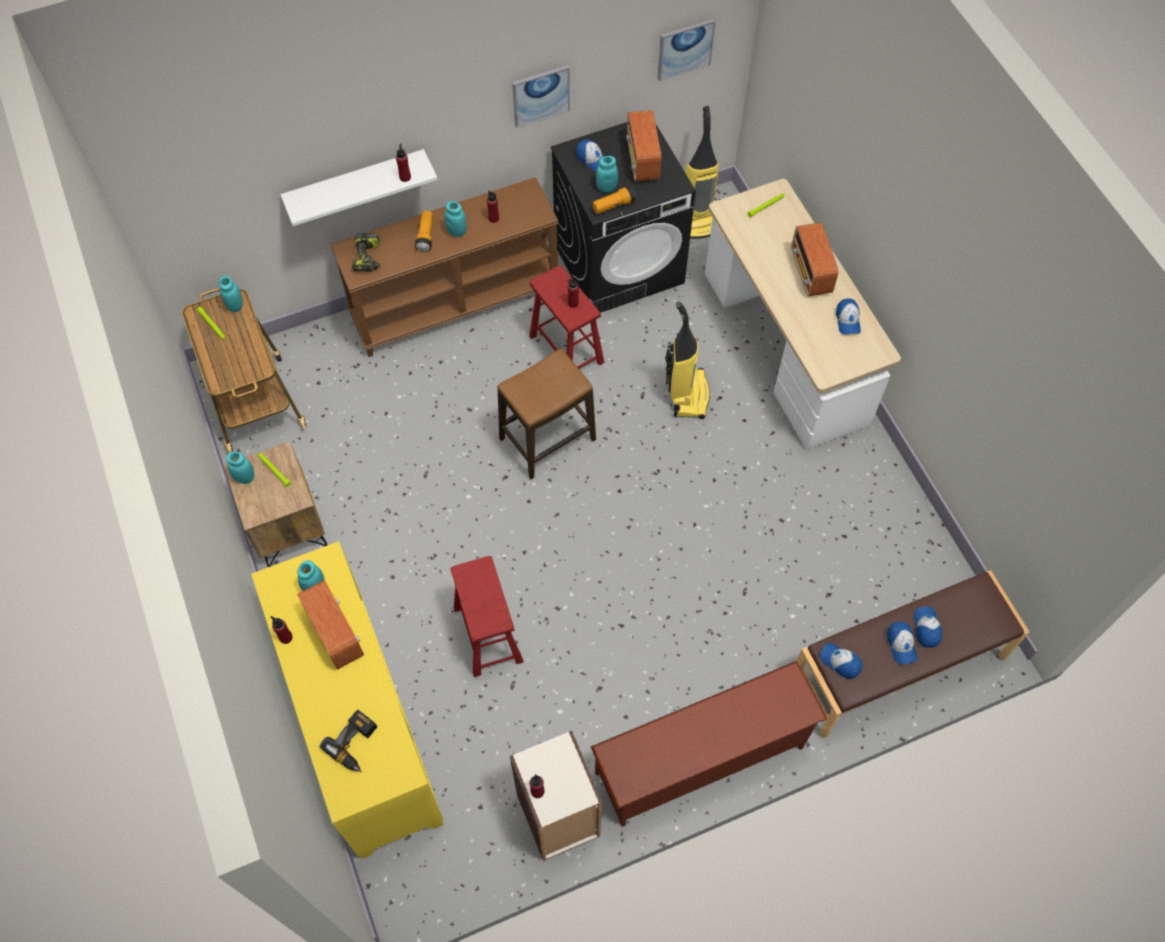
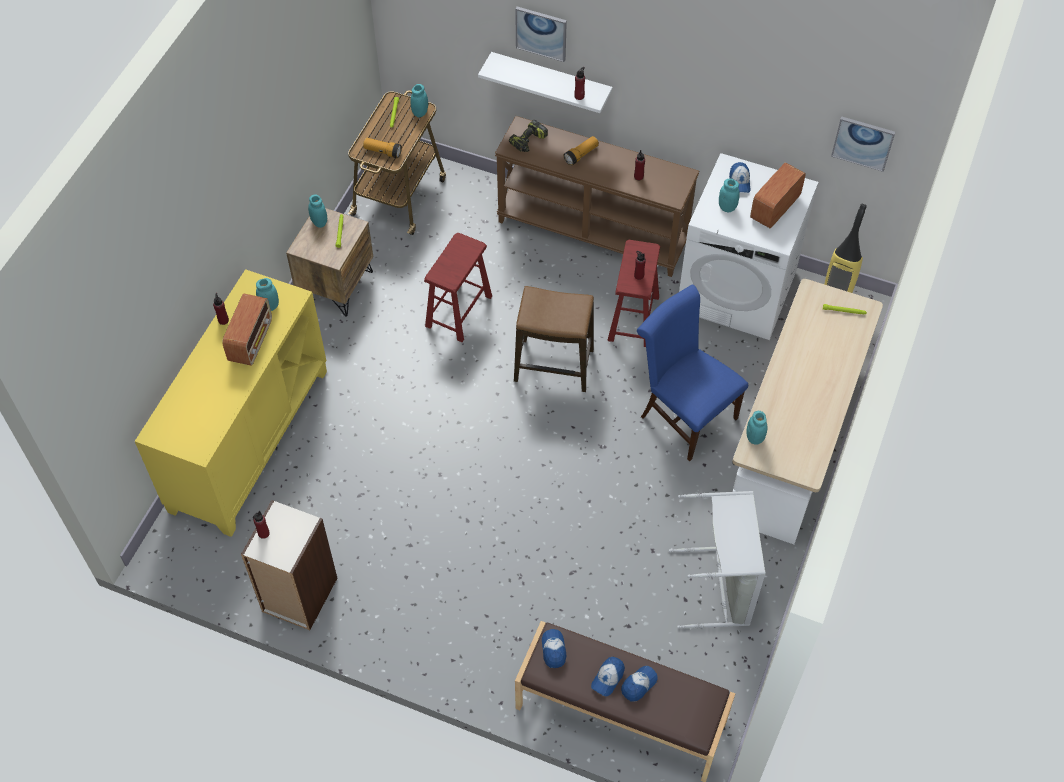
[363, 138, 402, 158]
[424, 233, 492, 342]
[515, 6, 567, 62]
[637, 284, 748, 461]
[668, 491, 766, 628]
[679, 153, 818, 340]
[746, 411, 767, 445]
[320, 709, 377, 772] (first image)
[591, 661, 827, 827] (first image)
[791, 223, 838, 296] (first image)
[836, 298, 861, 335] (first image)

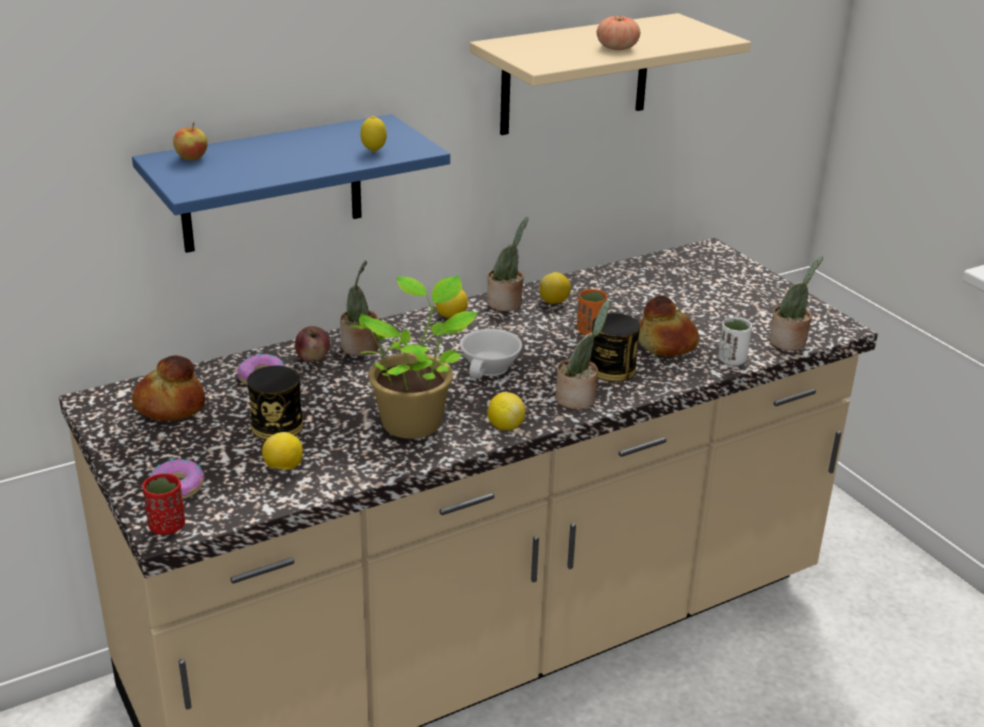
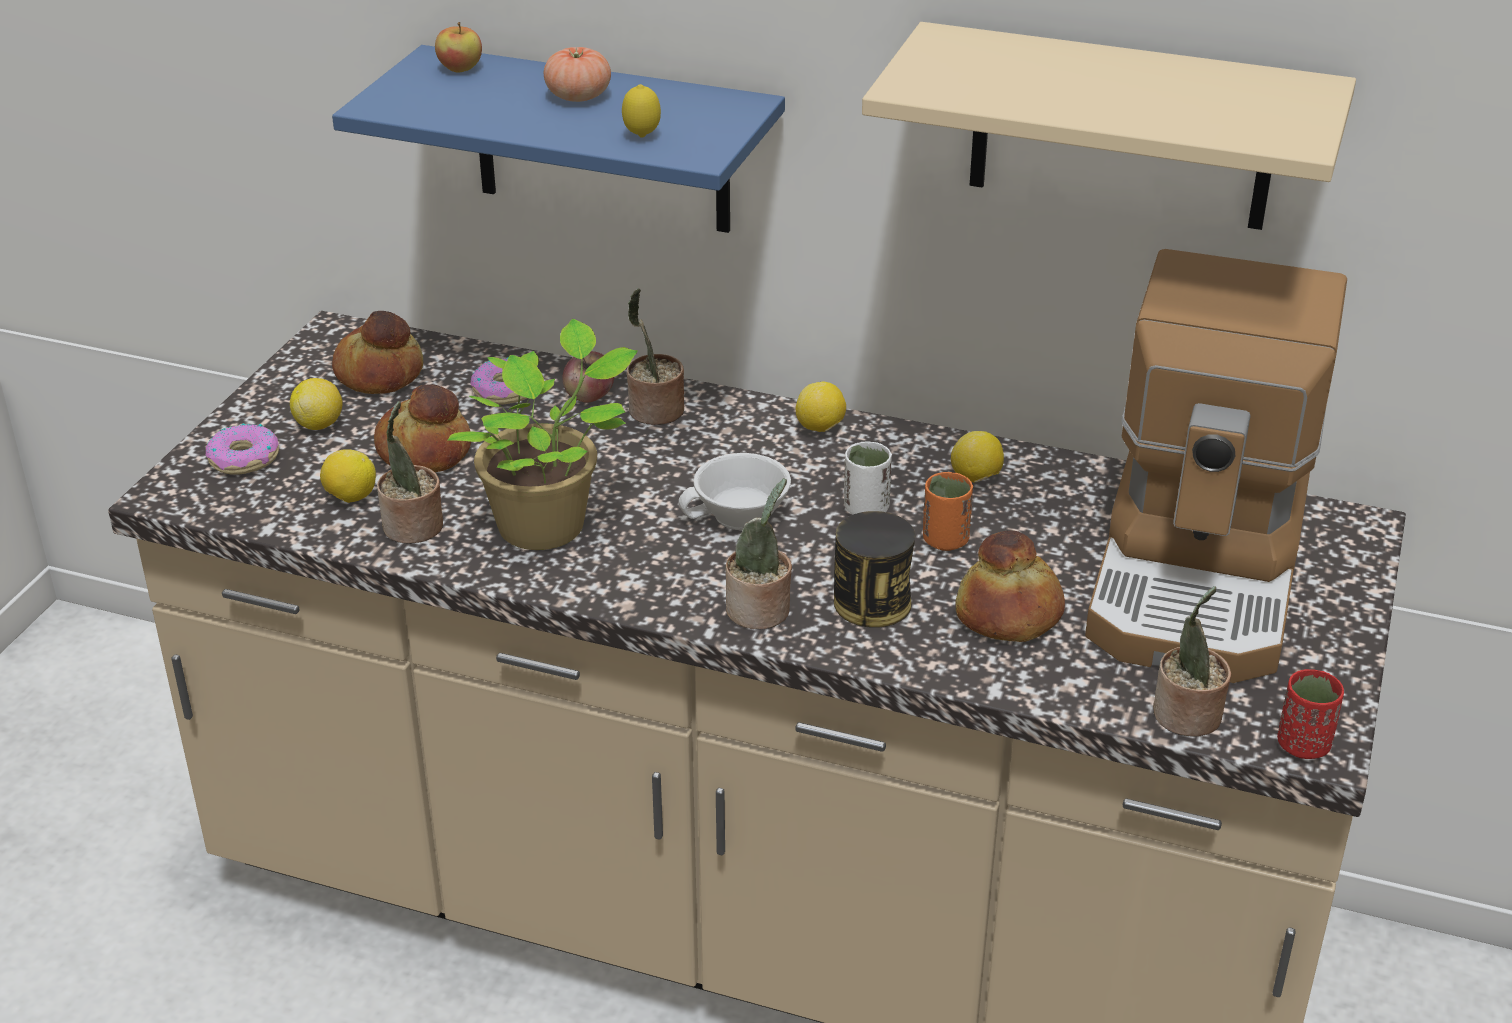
[290, 378, 343, 430]
[374, 384, 471, 472]
[377, 401, 443, 544]
[544, 47, 611, 102]
[844, 441, 892, 515]
[1085, 249, 1347, 683]
[1277, 669, 1344, 759]

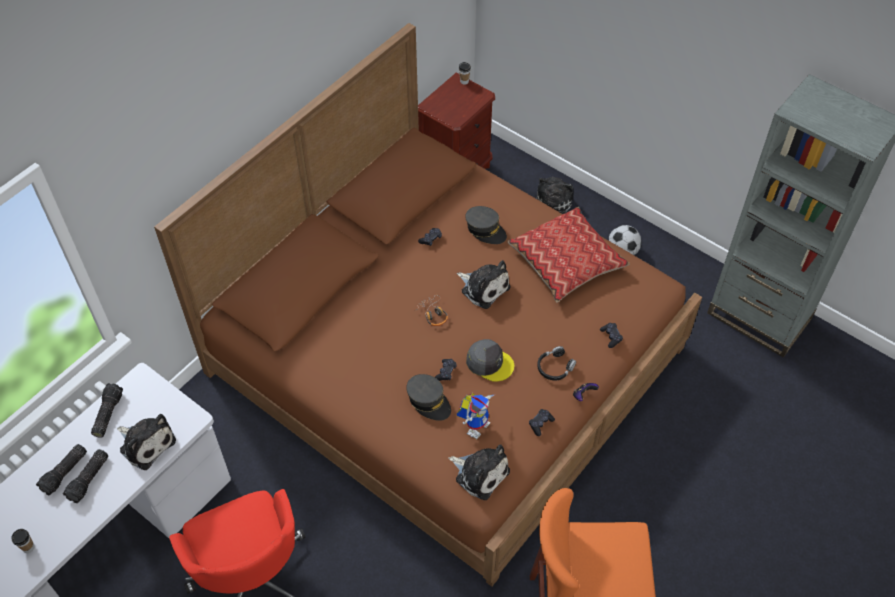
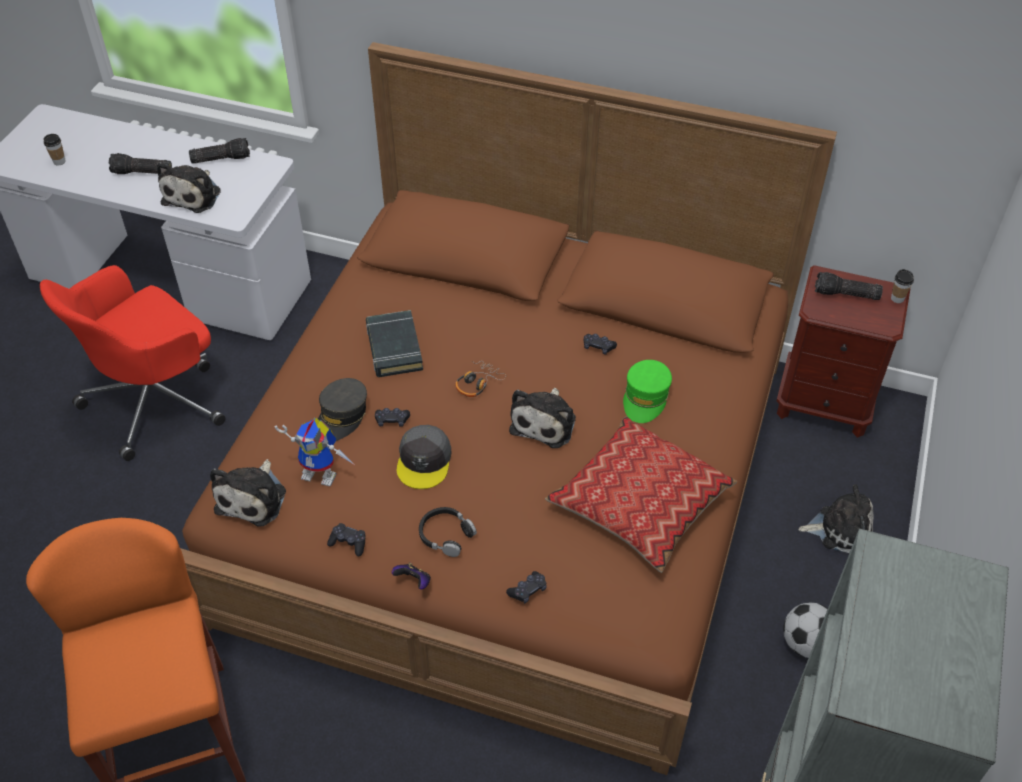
[366, 310, 423, 377]
[623, 360, 672, 423]
[815, 272, 883, 300]

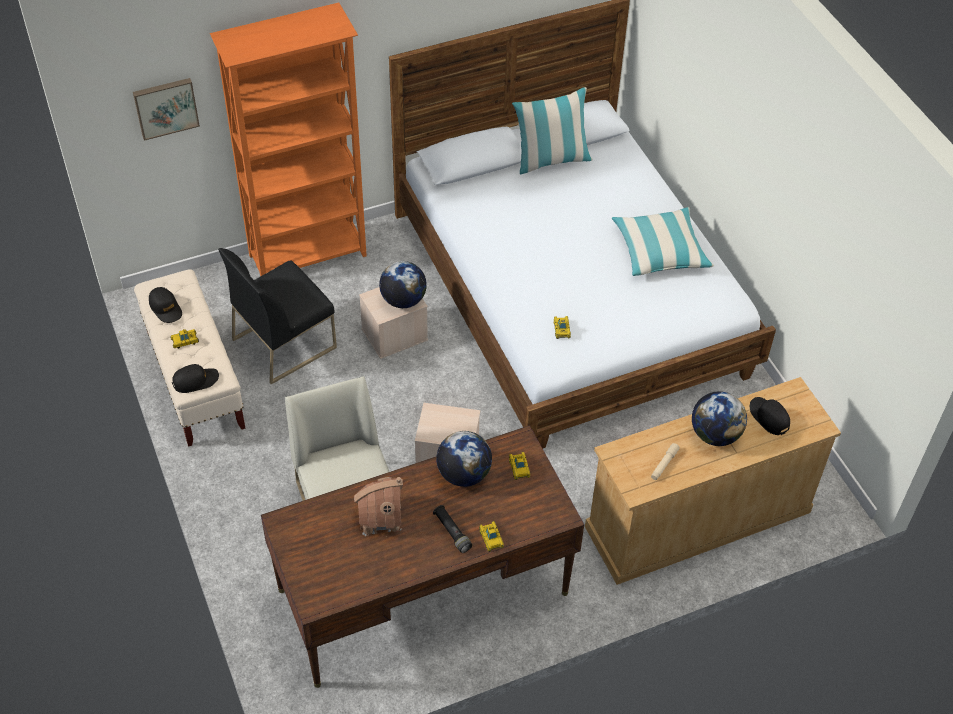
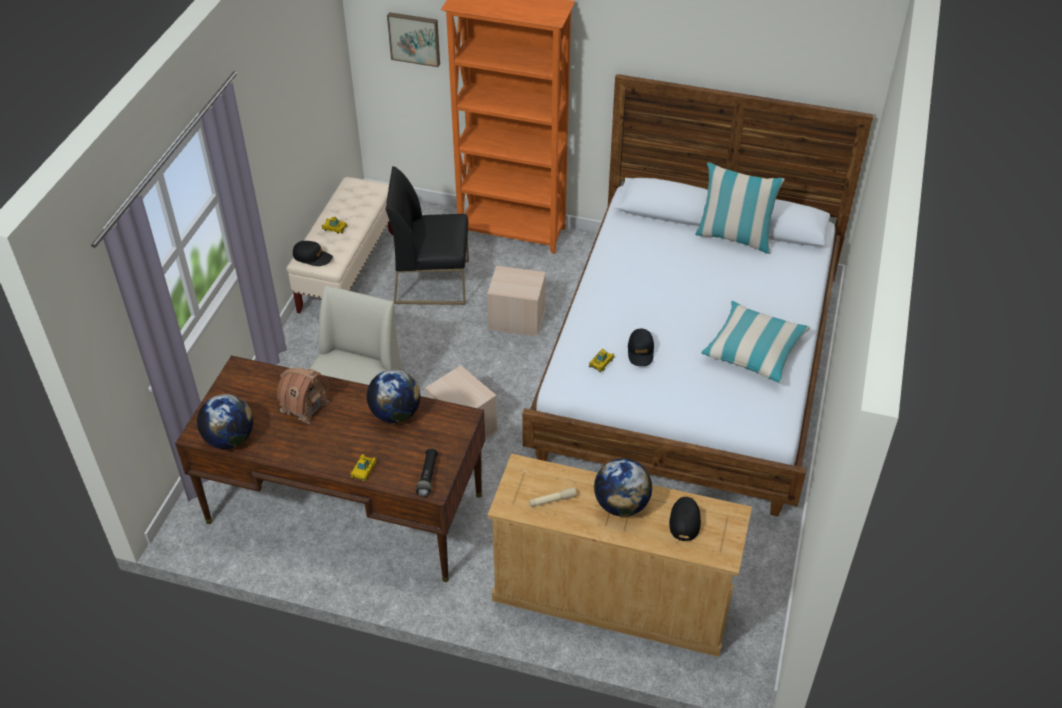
[197, 394, 253, 449]
[416, 448, 438, 497]
[628, 328, 654, 366]
[509, 452, 530, 480] (first image)

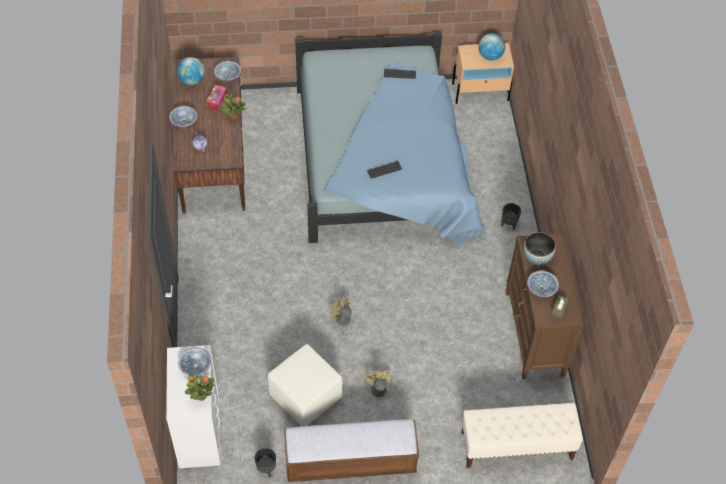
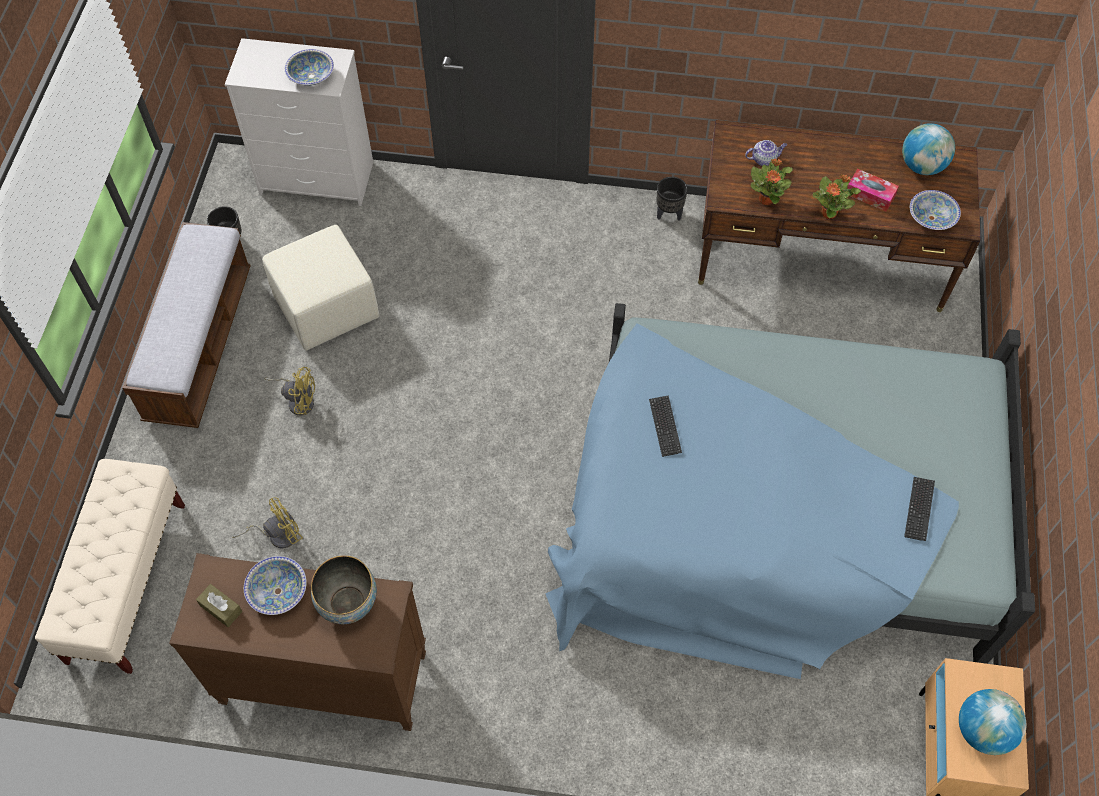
[232, 497, 303, 549]
[657, 177, 688, 221]
[750, 158, 793, 205]
[169, 106, 197, 127] (first image)

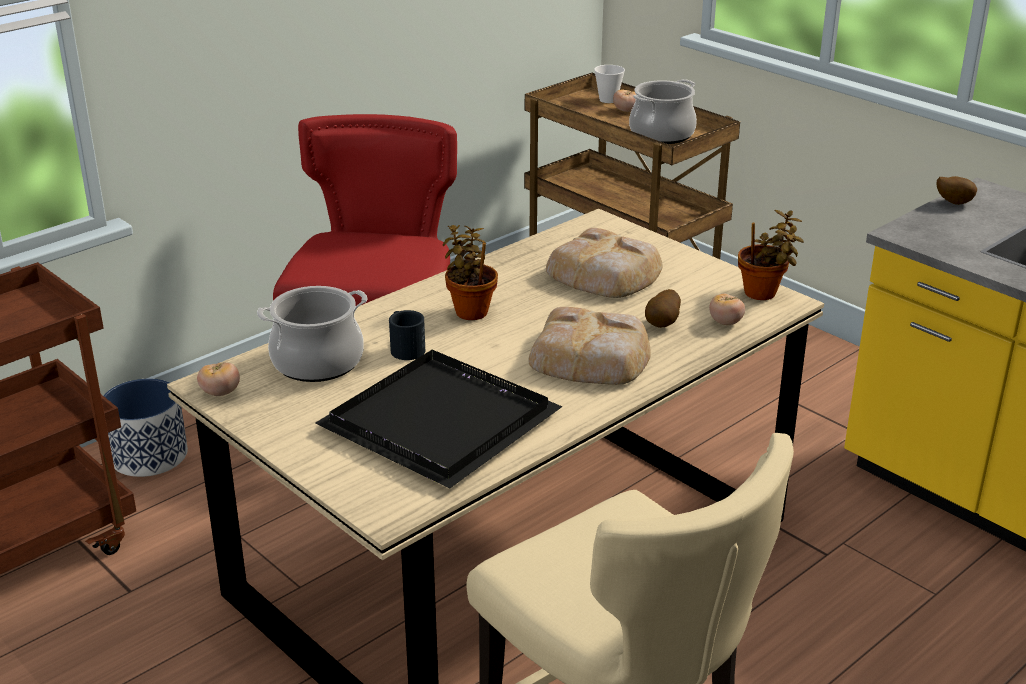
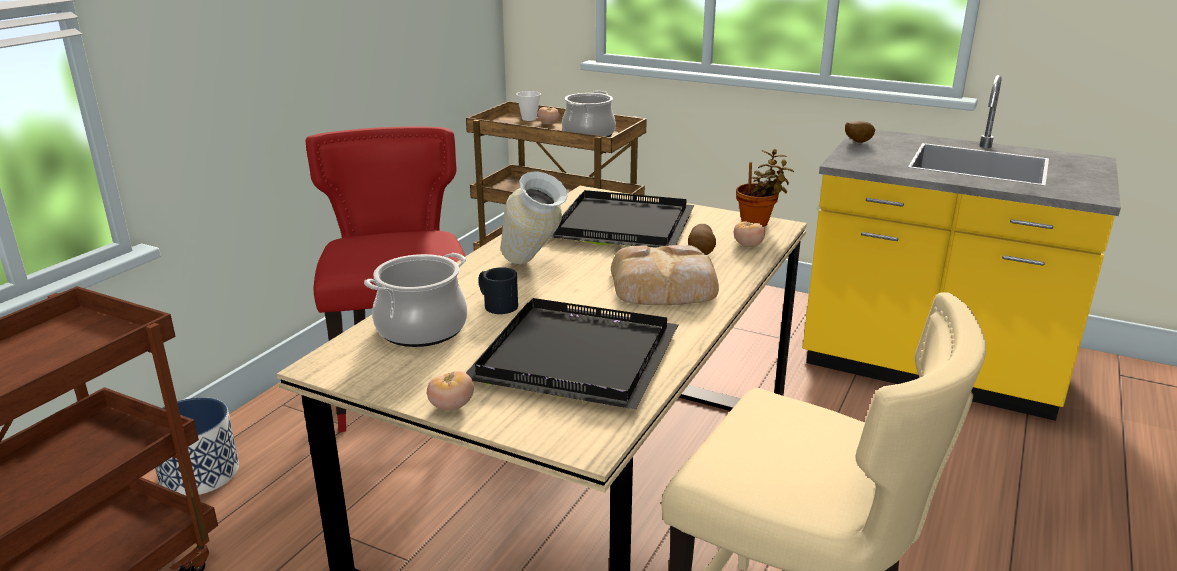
[427, 371, 474, 410]
[501, 171, 568, 264]
[551, 190, 694, 248]

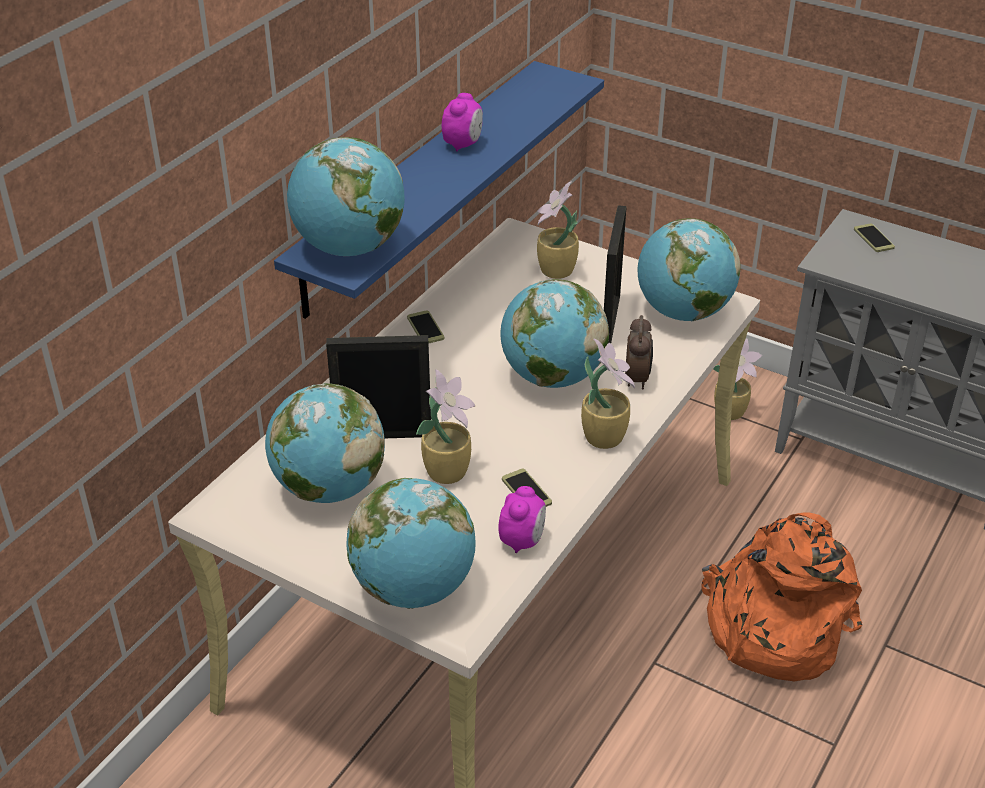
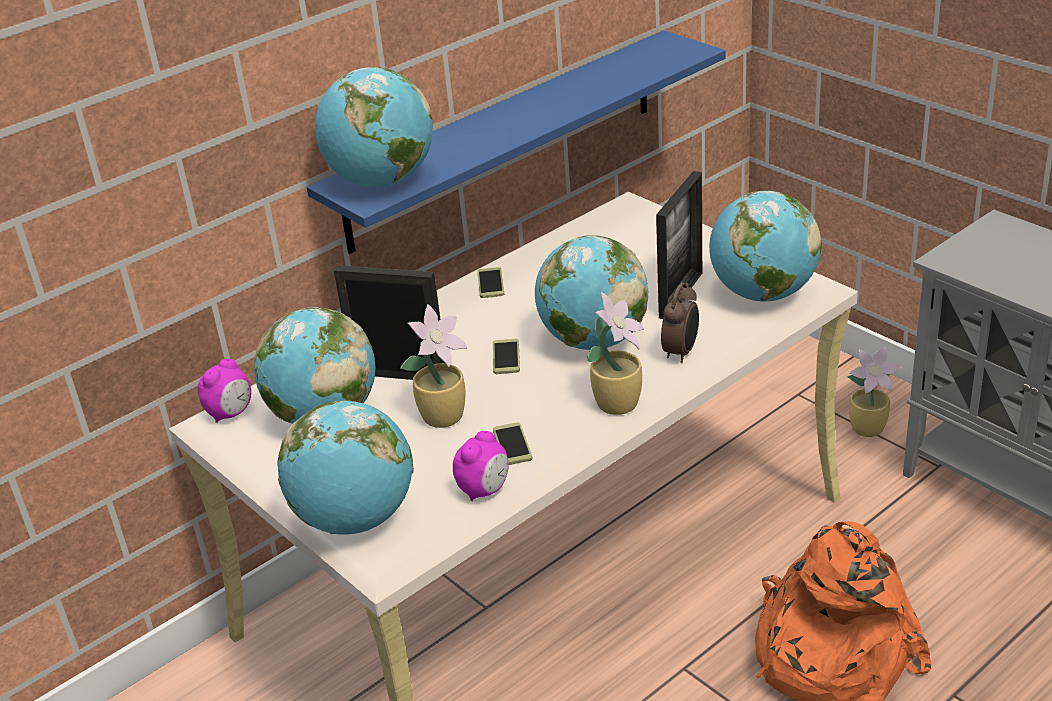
[198, 359, 251, 423]
[493, 339, 520, 374]
[537, 181, 579, 279] (first image)

